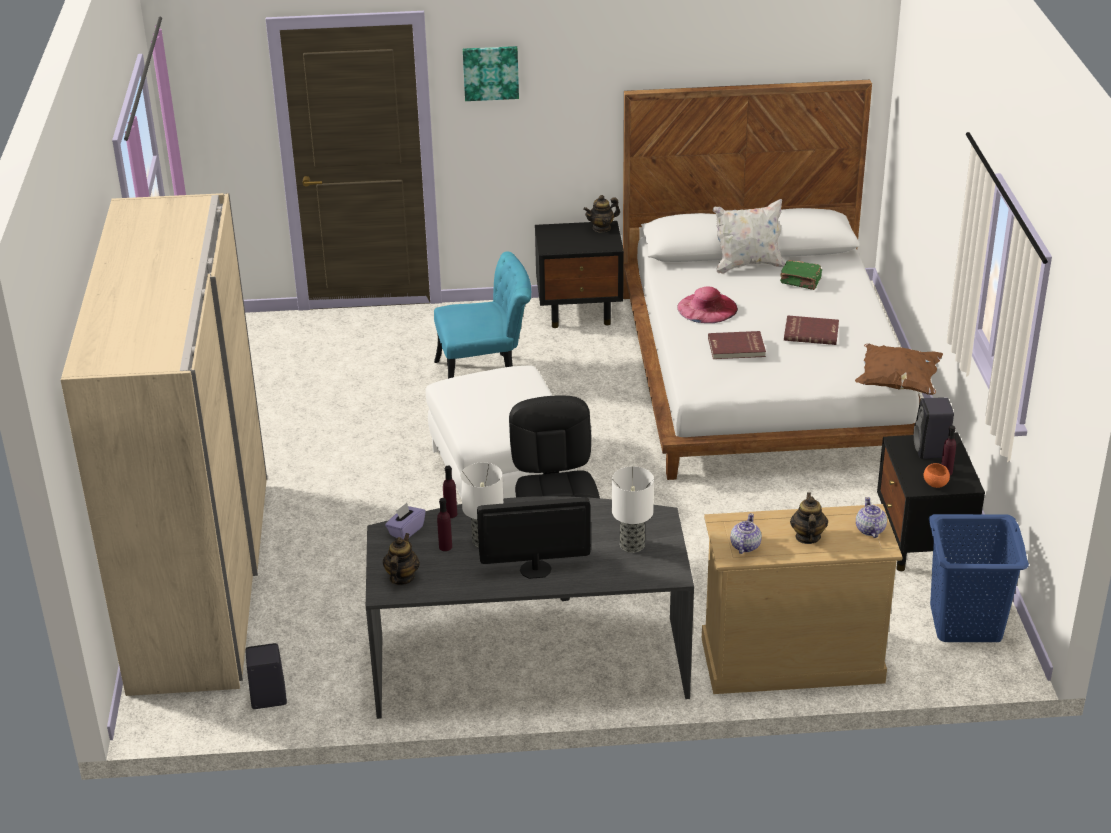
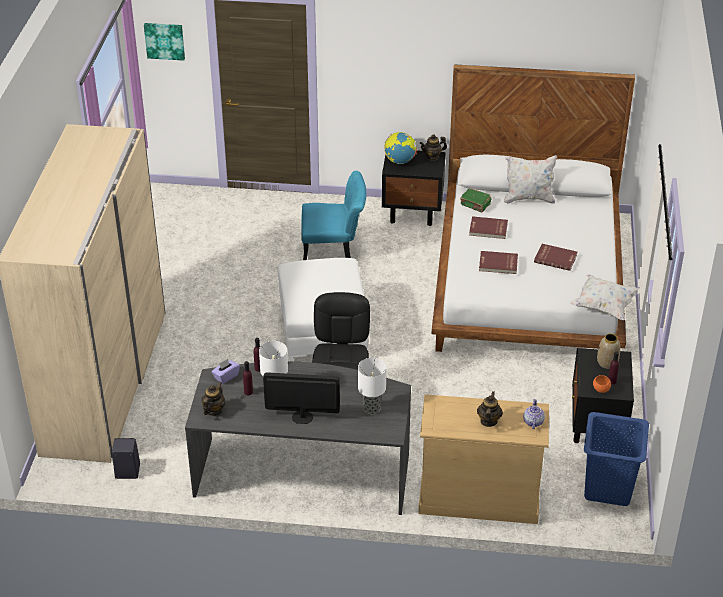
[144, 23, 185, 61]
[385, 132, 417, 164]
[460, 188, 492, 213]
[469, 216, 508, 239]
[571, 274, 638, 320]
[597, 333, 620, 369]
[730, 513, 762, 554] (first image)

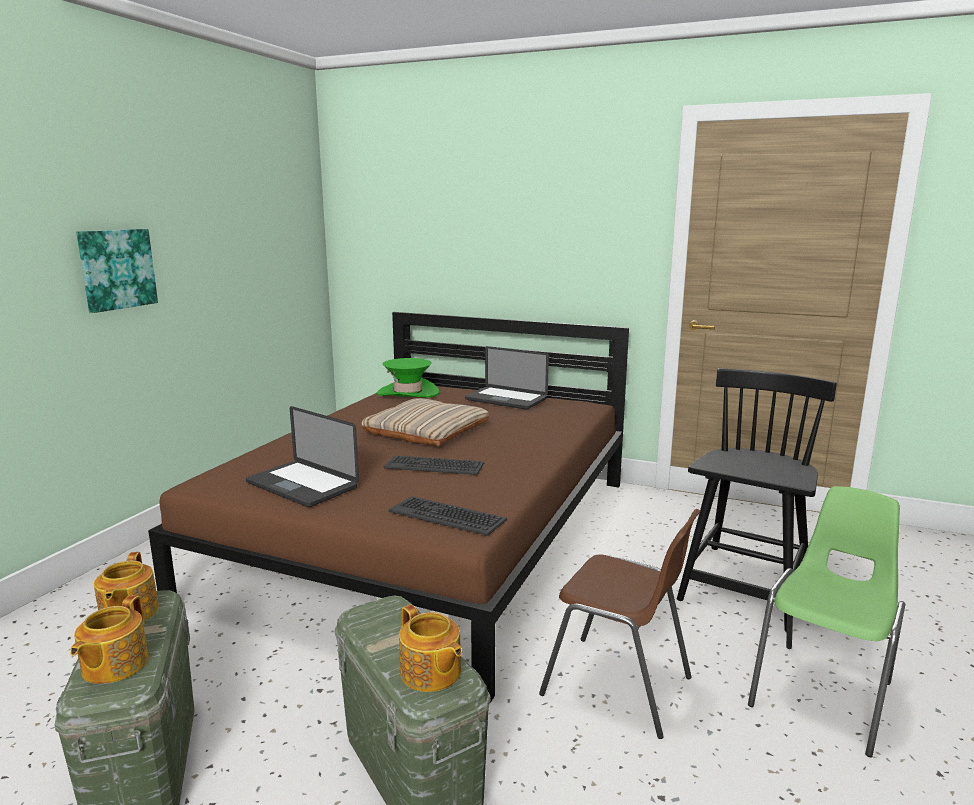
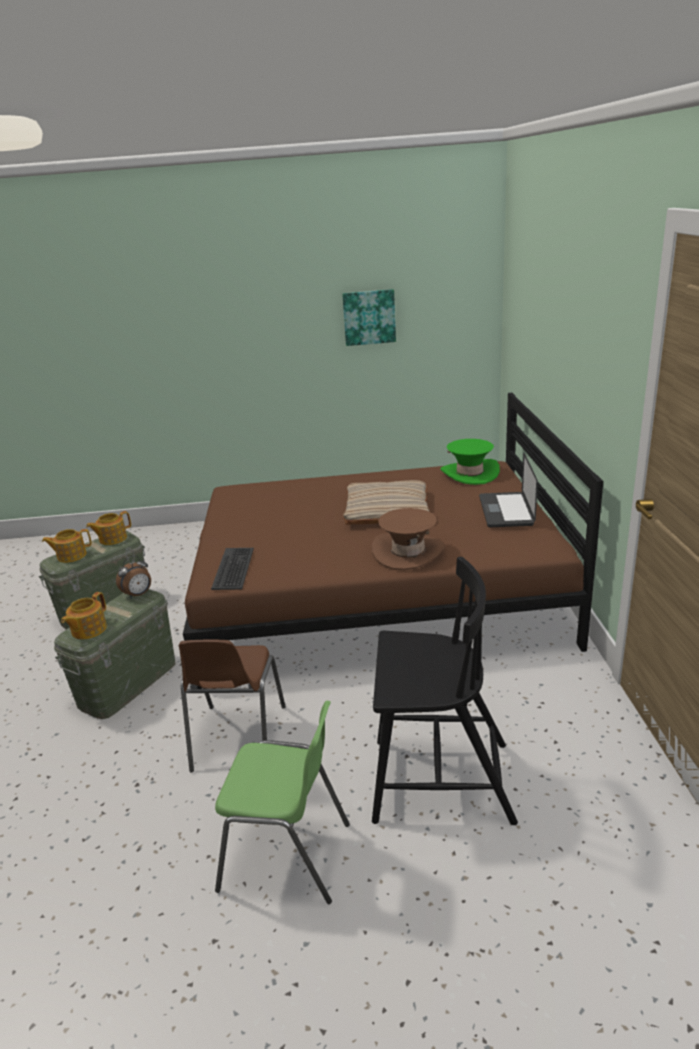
[116, 555, 151, 599]
[342, 289, 396, 346]
[372, 508, 445, 570]
[246, 406, 359, 507] (first image)
[383, 455, 484, 475] (first image)

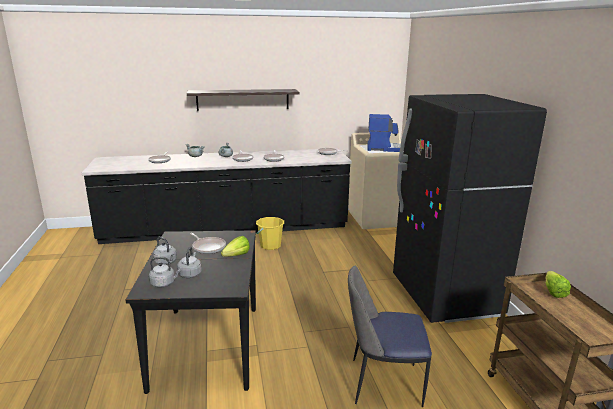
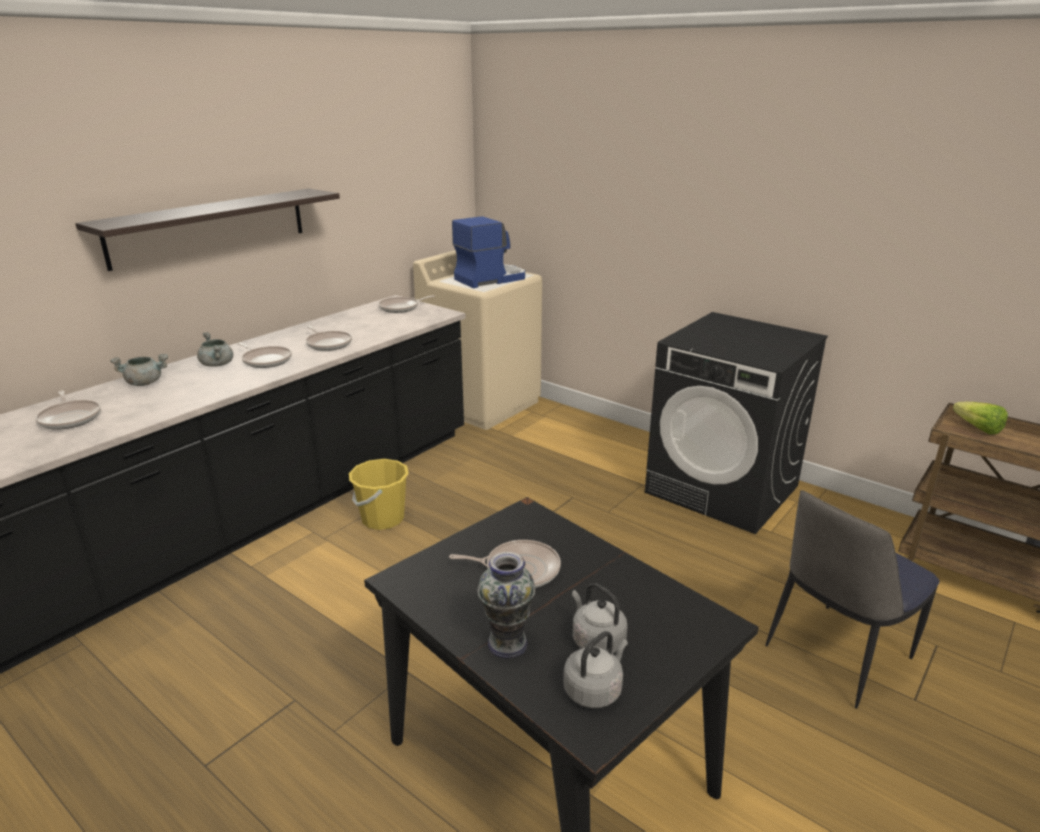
[477, 552, 536, 659]
[645, 312, 828, 534]
[221, 236, 250, 257] (first image)

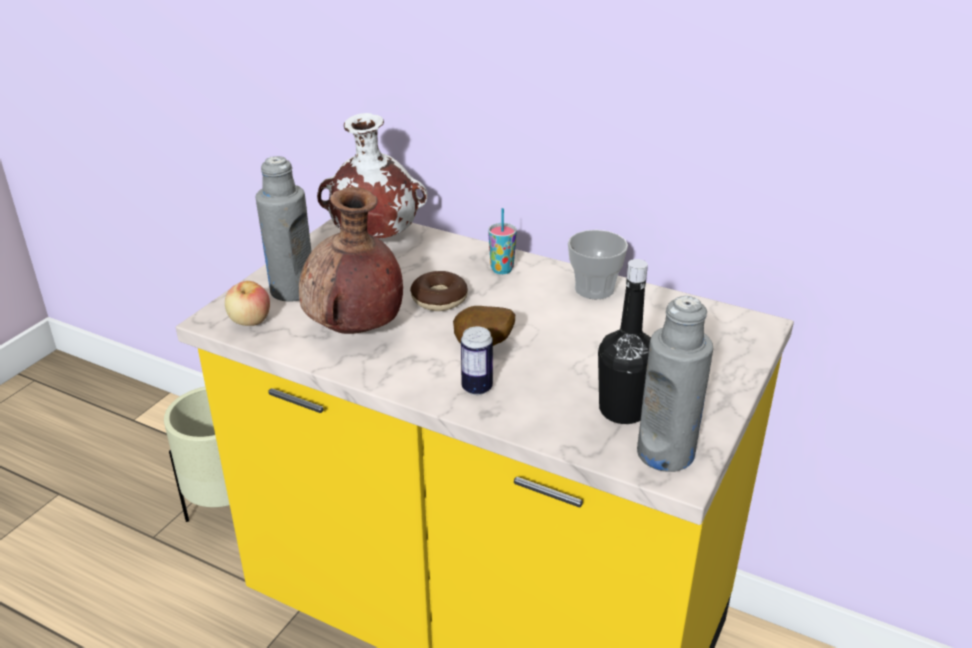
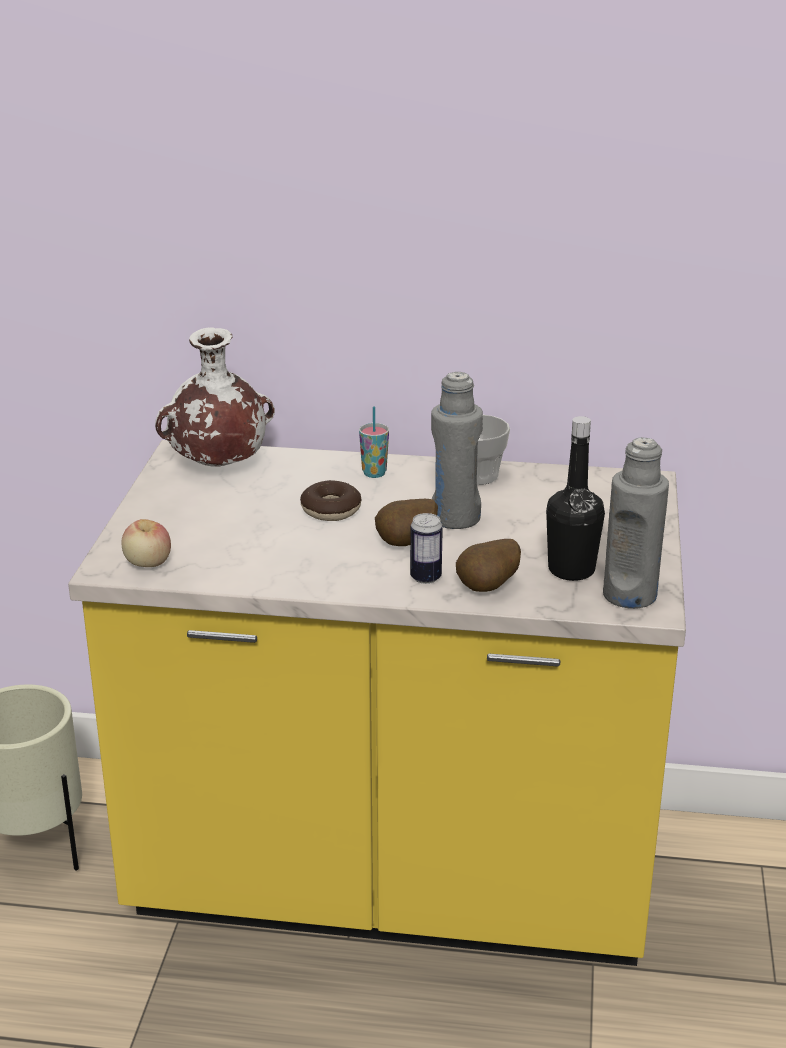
[431, 372, 483, 529]
[456, 539, 521, 592]
[299, 187, 403, 334] (first image)

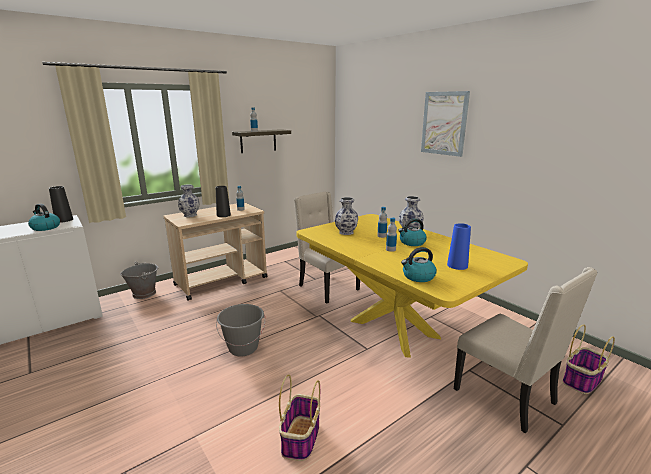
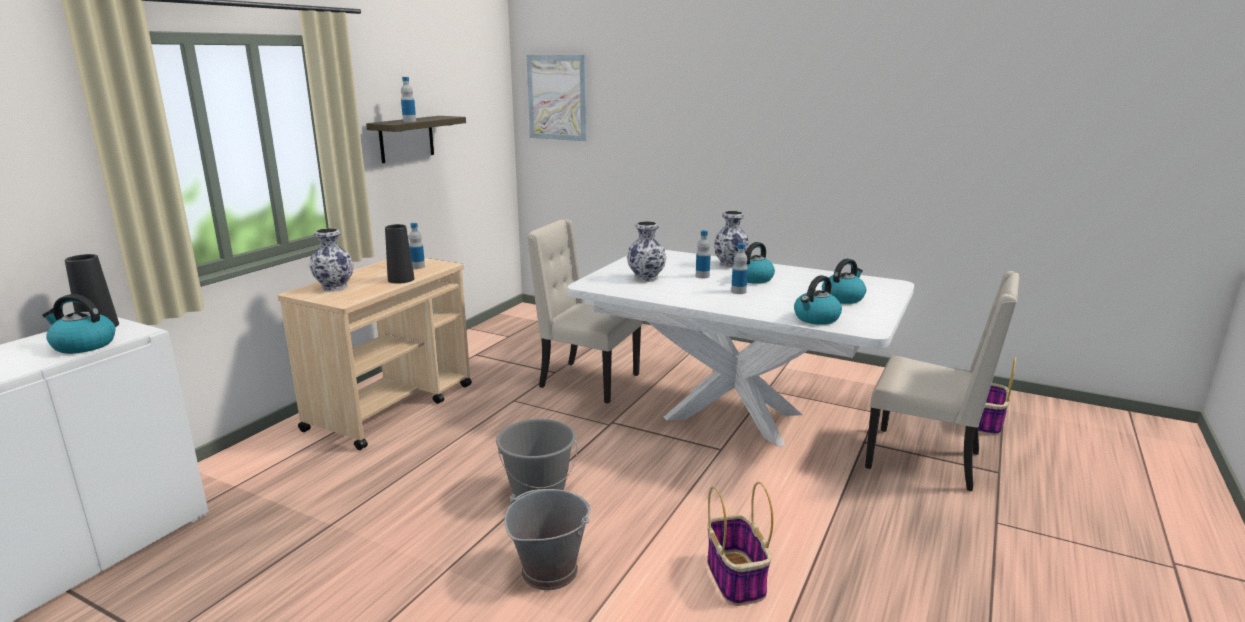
[504, 489, 591, 590]
[526, 55, 587, 141]
[568, 250, 914, 447]
[822, 259, 866, 304]

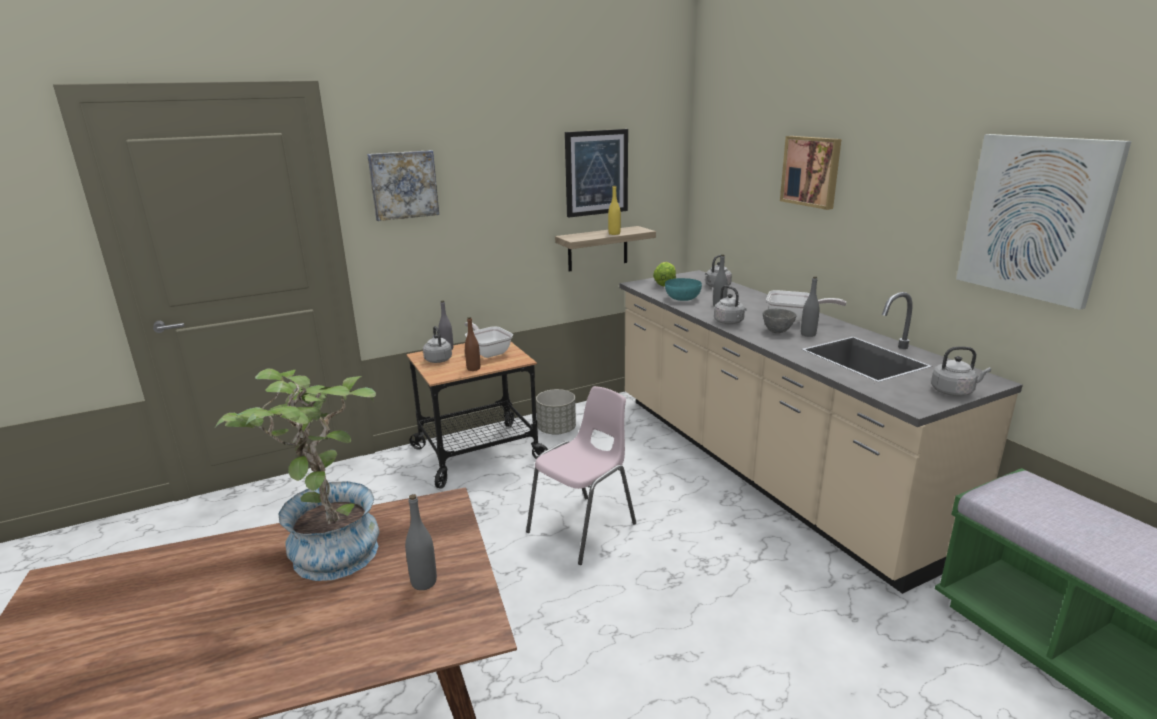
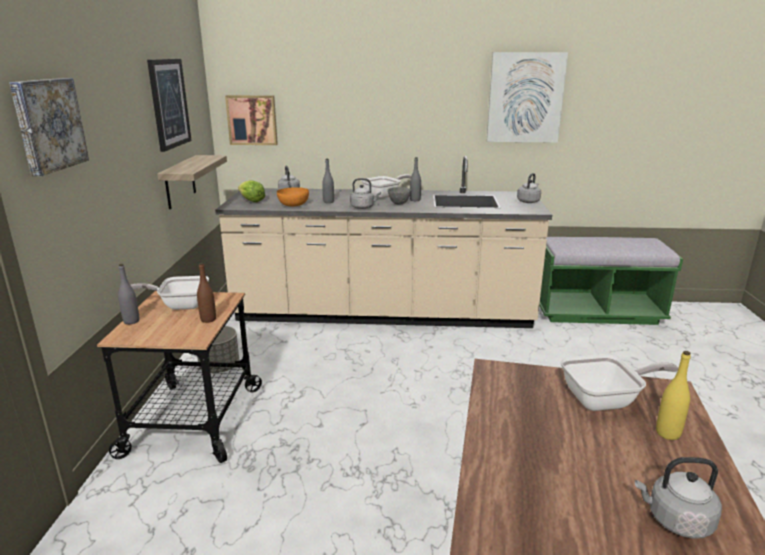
[225, 95, 278, 145]
[277, 187, 309, 206]
[561, 354, 678, 411]
[635, 457, 722, 539]
[656, 351, 691, 440]
[215, 369, 379, 581] (first image)
[526, 386, 636, 565] (first image)

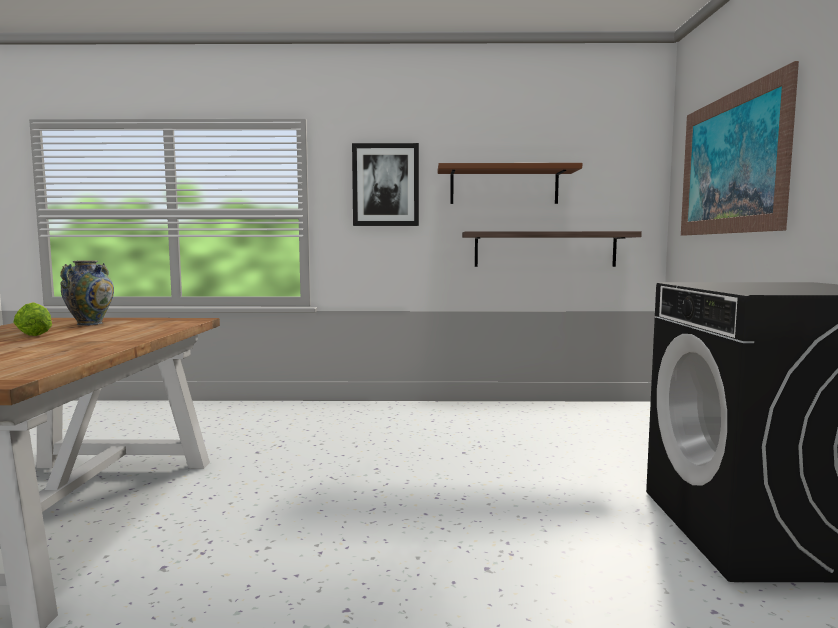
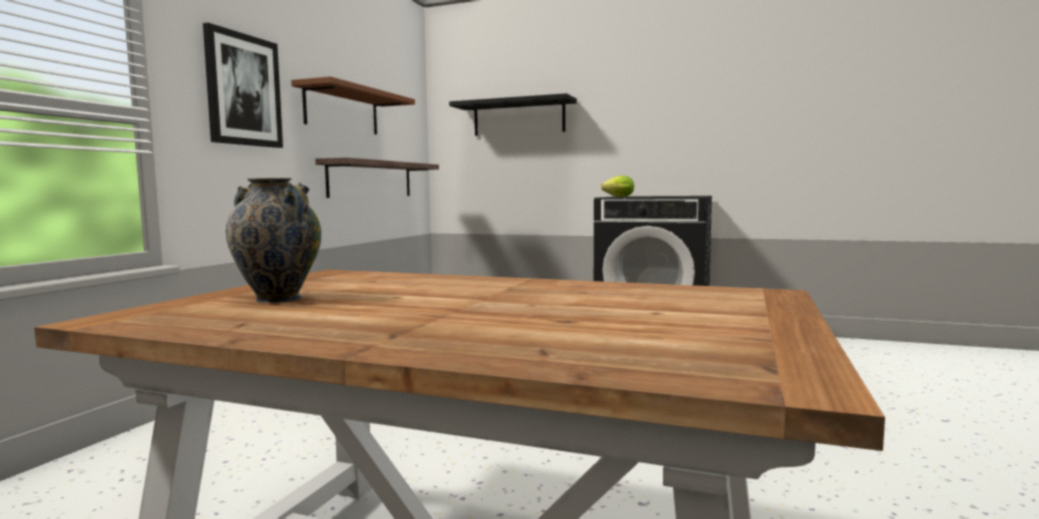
[449, 93, 577, 136]
[601, 176, 634, 197]

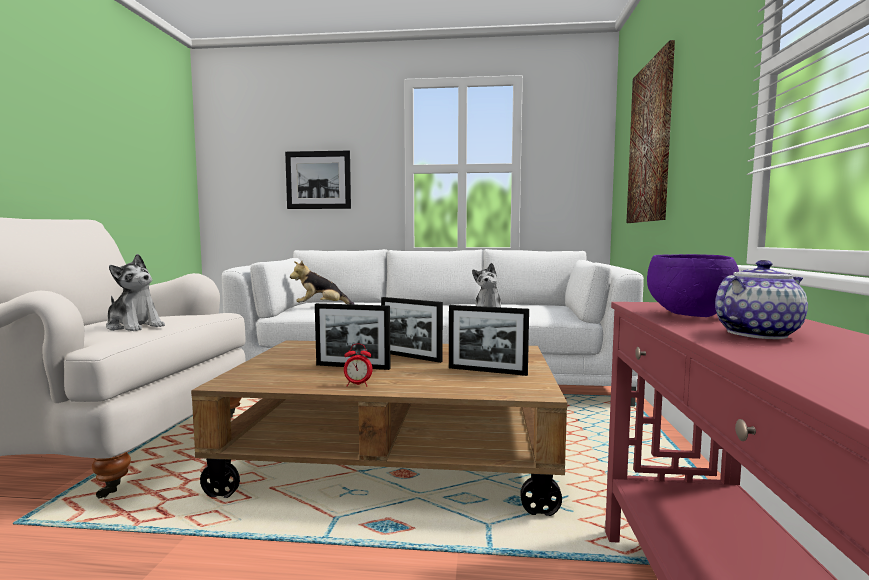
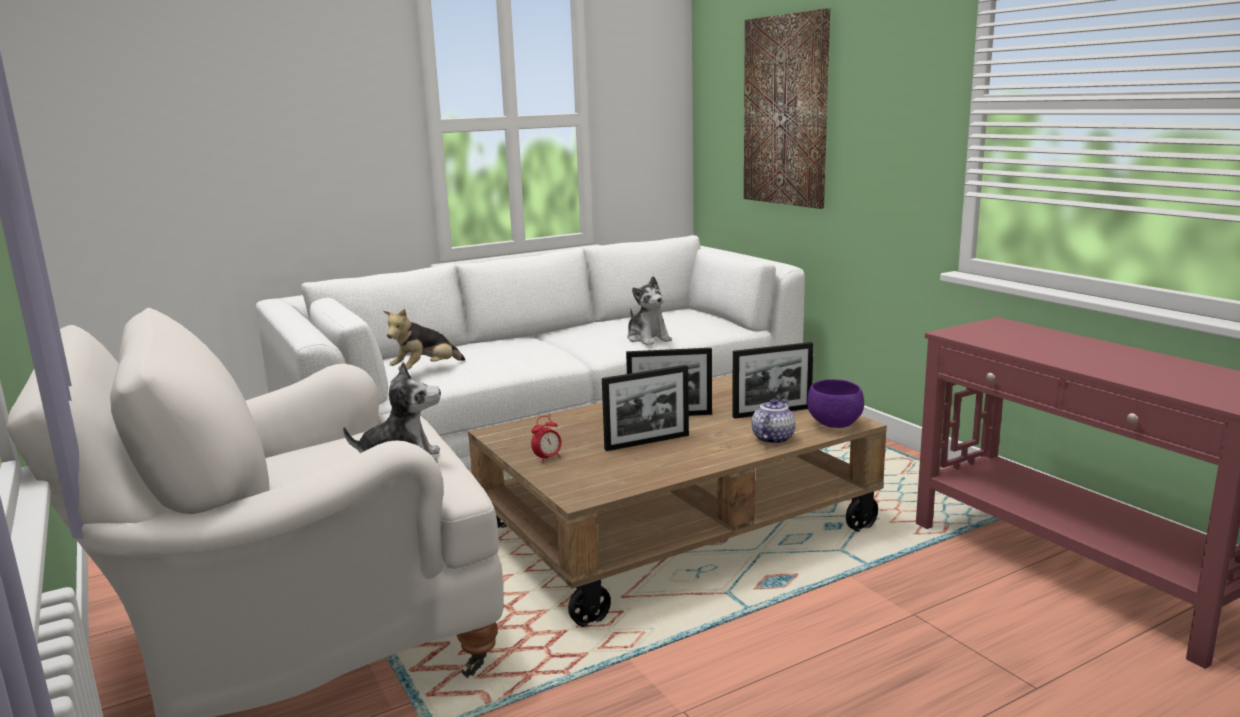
[531, 416, 561, 463]
[751, 399, 796, 444]
[807, 379, 864, 428]
[285, 151, 351, 209] (first image)

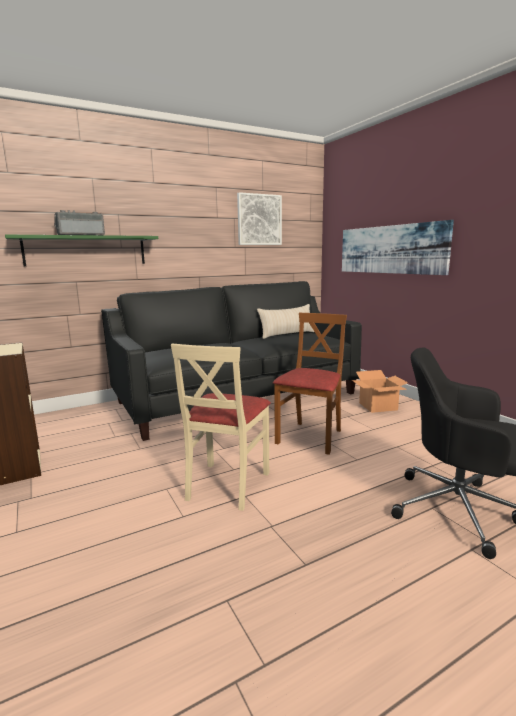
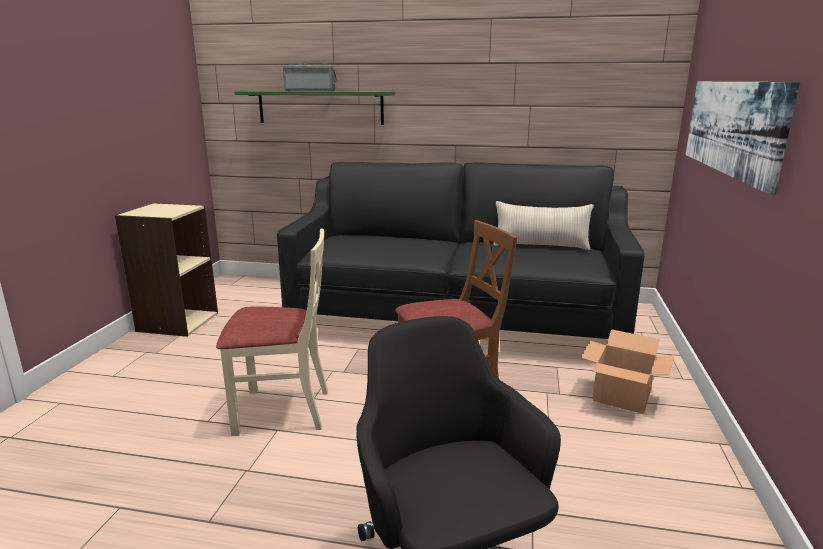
[216, 229, 328, 436]
[237, 192, 282, 245] (first image)

